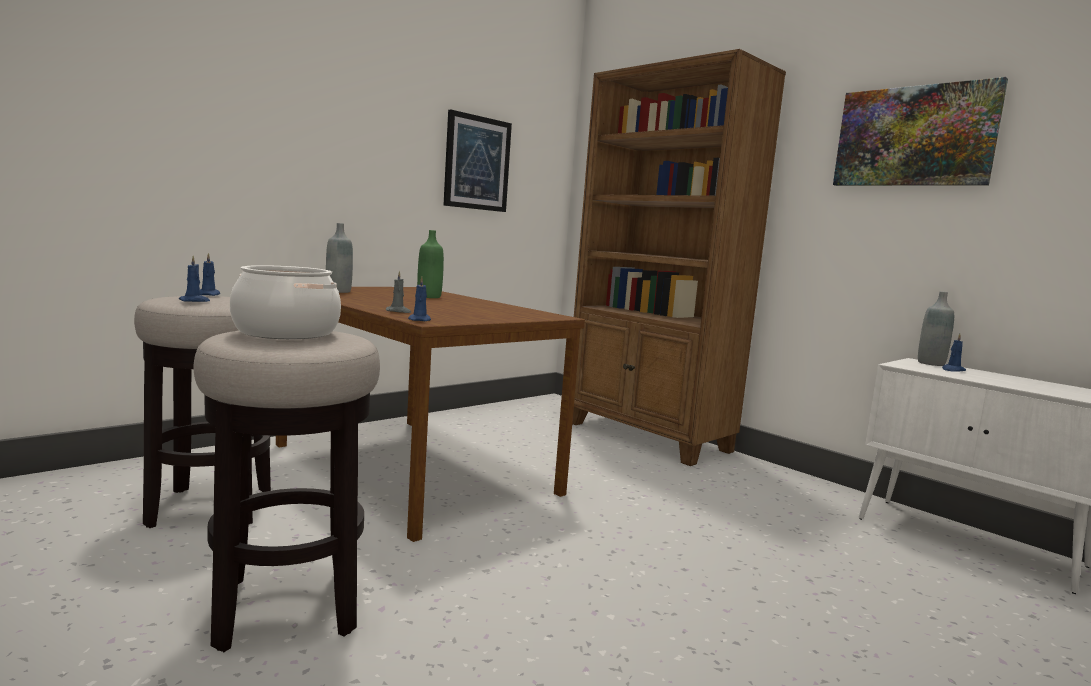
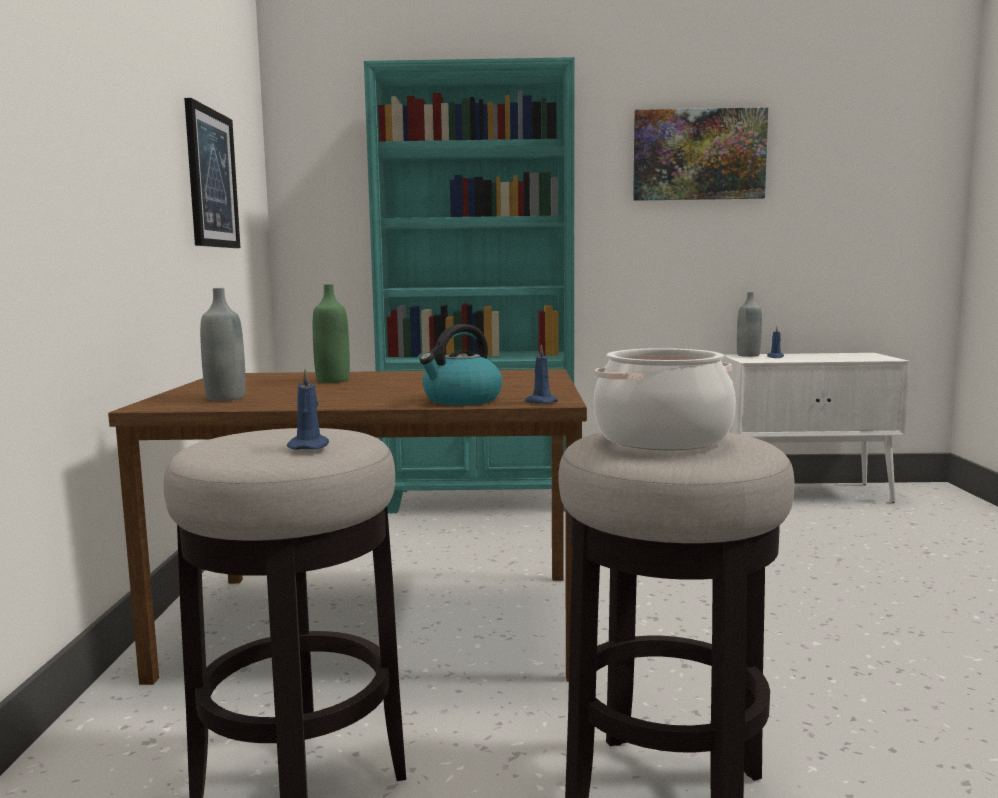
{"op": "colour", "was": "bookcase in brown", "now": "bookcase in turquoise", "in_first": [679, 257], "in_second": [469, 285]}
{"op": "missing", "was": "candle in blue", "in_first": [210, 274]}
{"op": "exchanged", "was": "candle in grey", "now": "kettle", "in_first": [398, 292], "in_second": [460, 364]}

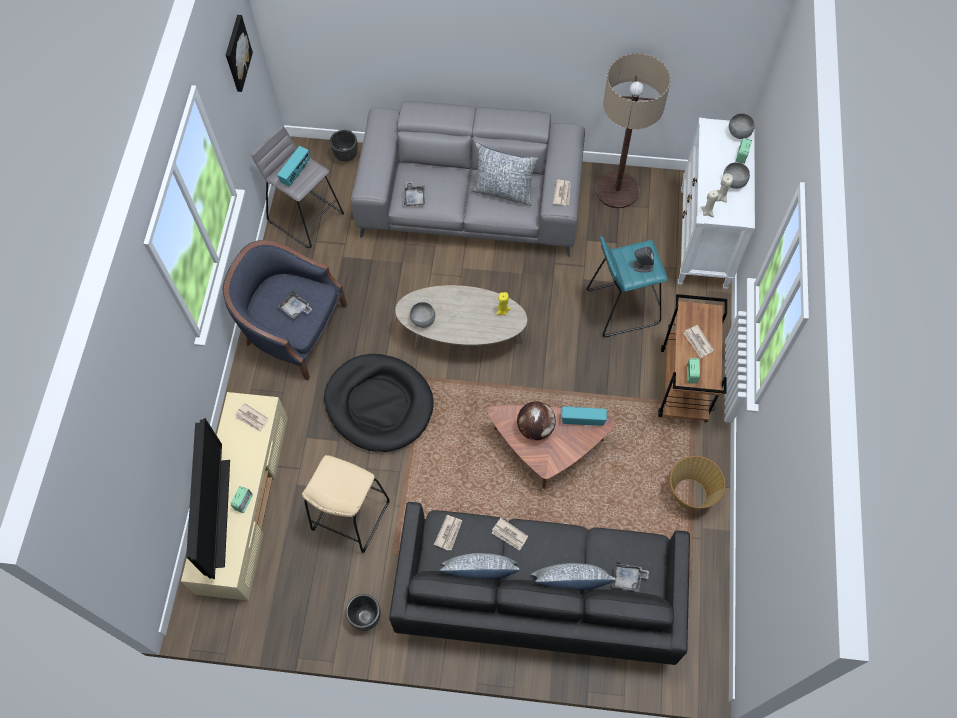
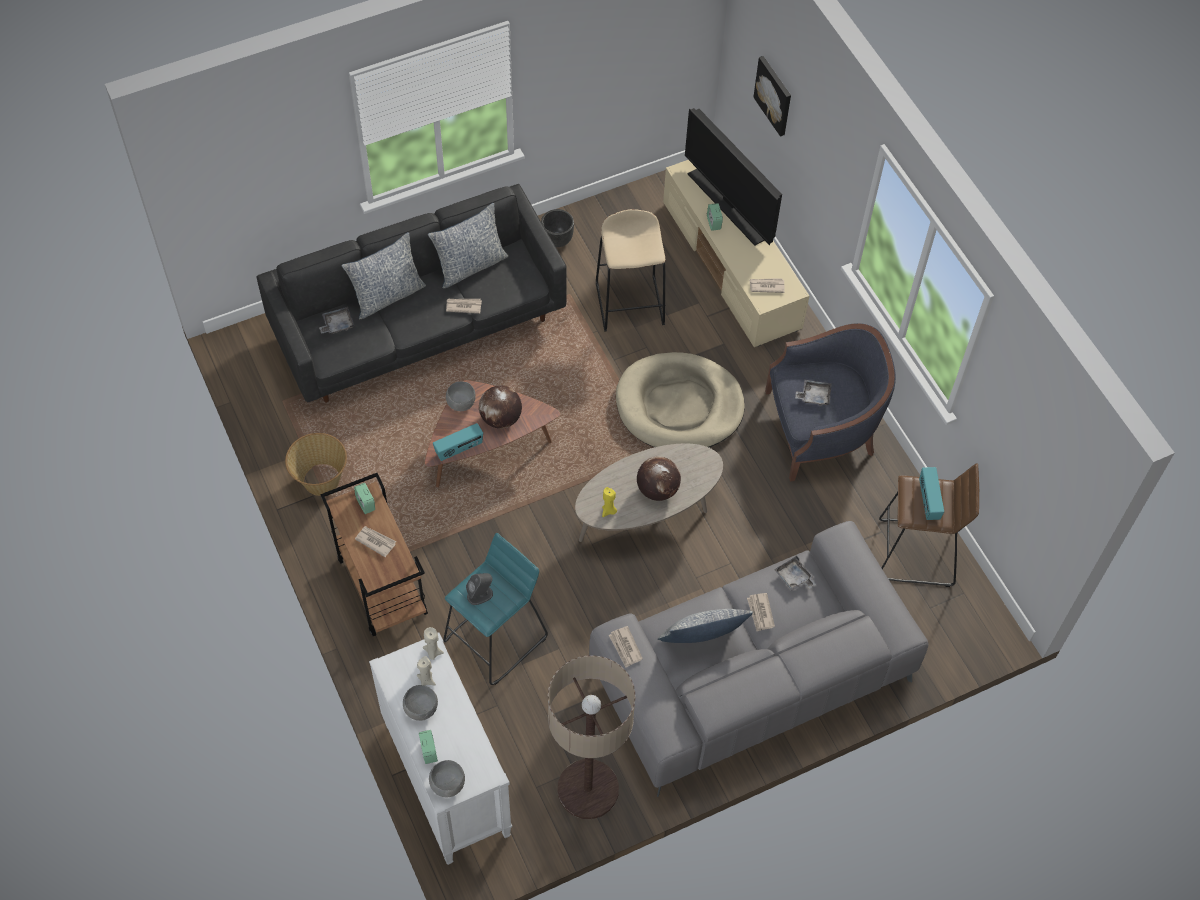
{"op": "relocated", "was": "picture", "in_first": [239, 53], "in_second": [772, 96]}
{"op": "colour", "was": "stool in grey", "now": "stool in brown", "in_first": [298, 187], "in_second": [929, 525]}
{"op": "missing", "was": "planter in black", "in_first": [344, 146]}
{"op": "relocated", "was": "bowl in grey", "in_first": [422, 315], "in_second": [461, 396]}
{"op": "colour", "was": "dog bed in black", "now": "dog bed in beige", "in_first": [379, 403], "in_second": [680, 400]}
{"op": "relocated", "was": "newspaper", "in_first": [448, 532], "in_second": [761, 612]}
{"op": "appeared", "now": "globe", "in_second": [659, 478]}

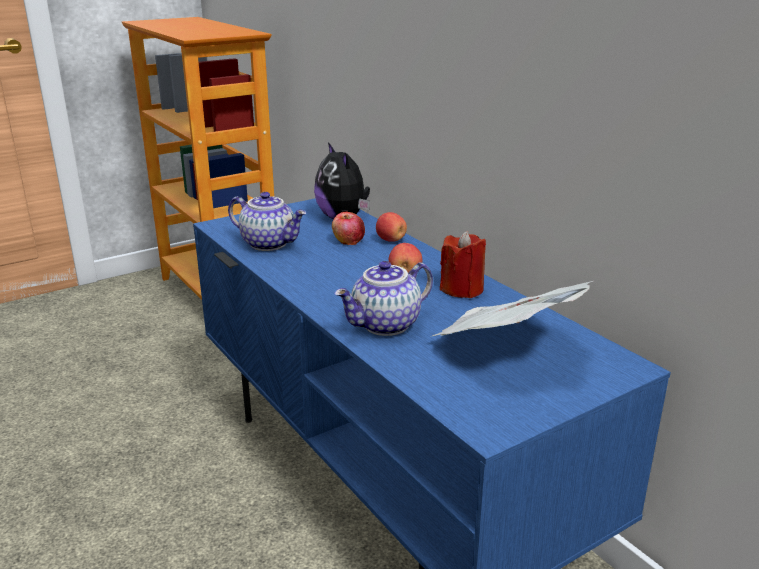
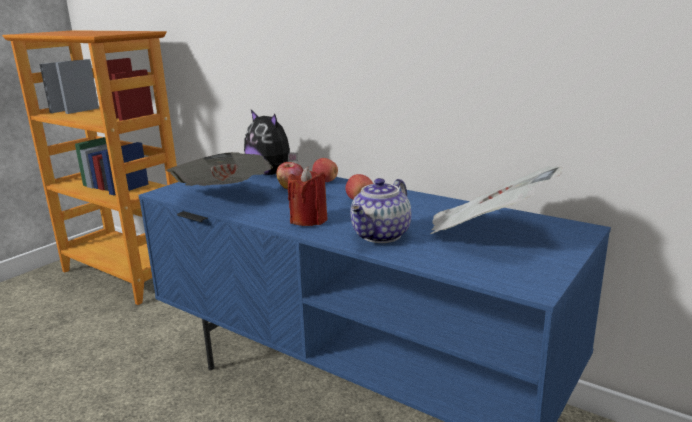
{"op": "exchanged", "was": "teapot", "now": "newspaper", "in_first": [267, 221], "in_second": [219, 169]}
{"op": "relocated", "was": "candle in red", "in_first": [463, 264], "in_second": [307, 196]}

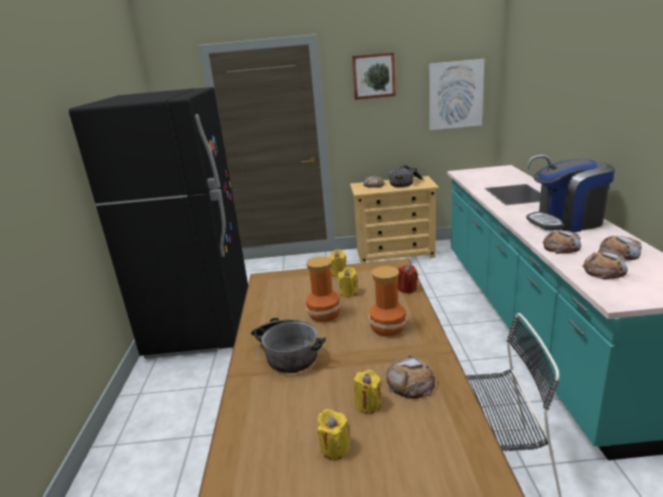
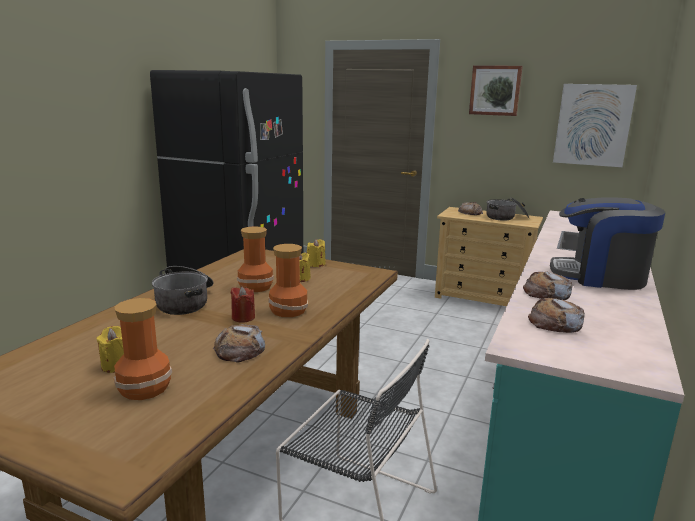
{"op": "missing", "was": "bread", "in_first": [620, 248]}
{"op": "relocated", "was": "candle in red", "in_first": [408, 279], "in_second": [243, 304]}
{"op": "missing", "was": "candle in yellow", "in_first": [367, 391]}
{"op": "appeared", "now": "vase", "in_second": [143, 349]}

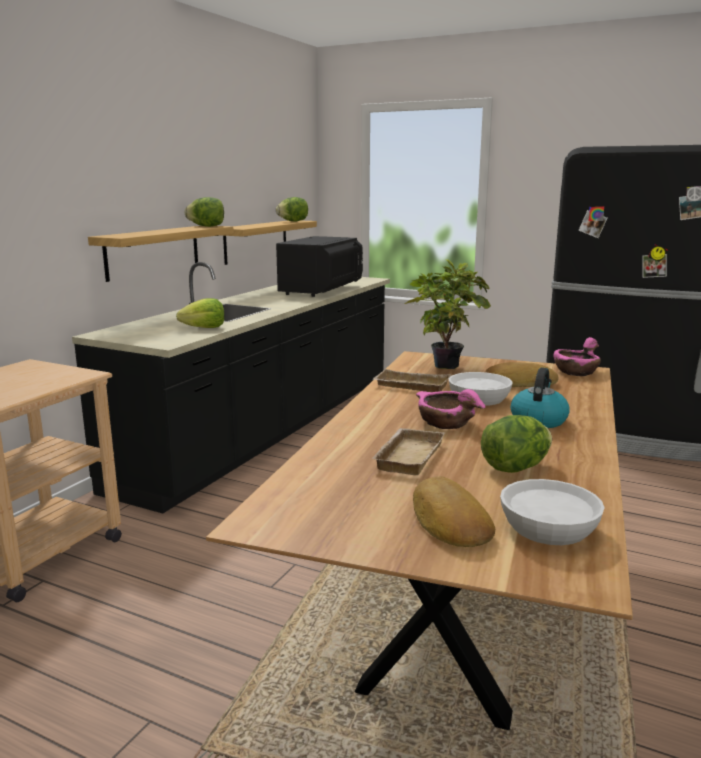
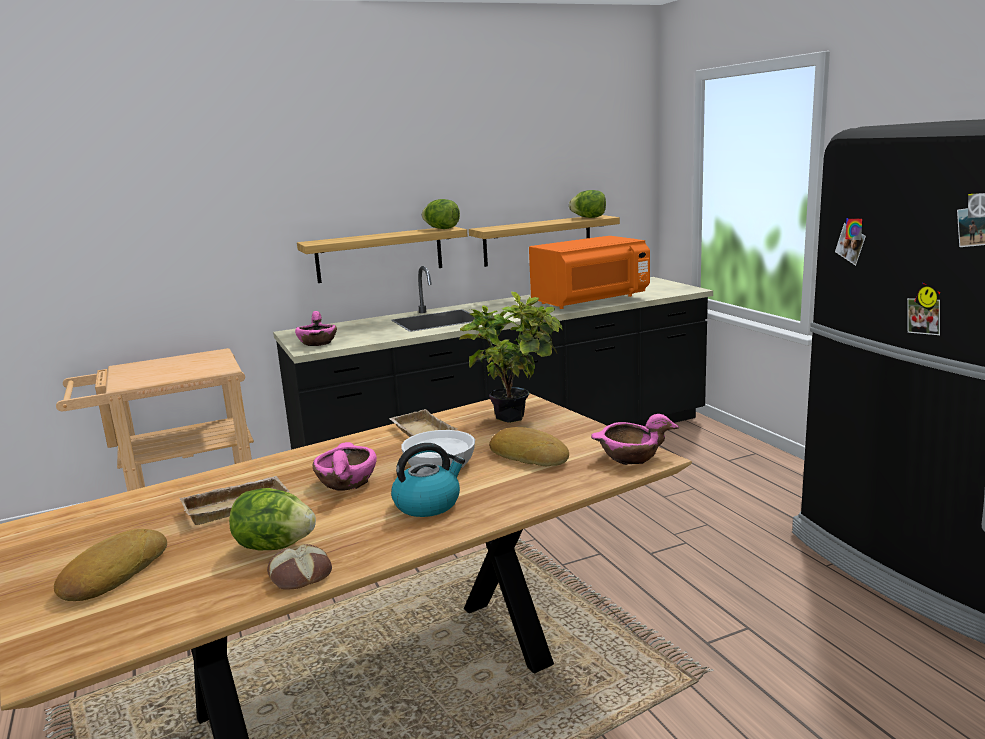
{"op": "colour", "was": "microwave in black", "now": "microwave in orange", "in_first": [319, 266], "in_second": [589, 272]}
{"op": "missing", "was": "lettuce", "in_first": [200, 313]}
{"op": "missing", "was": "bowl in white", "in_first": [552, 512]}
{"op": "appeared", "now": "bowl in pink", "in_second": [316, 328]}
{"op": "appeared", "now": "bread", "in_second": [299, 567]}

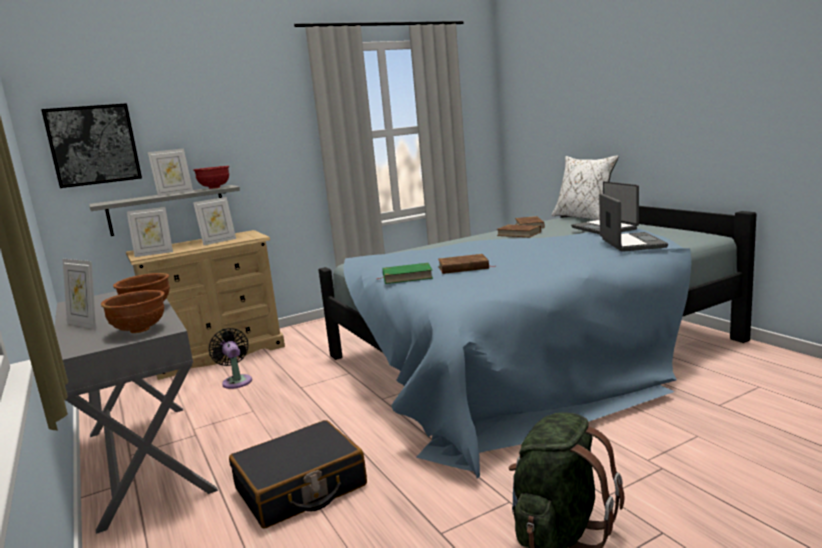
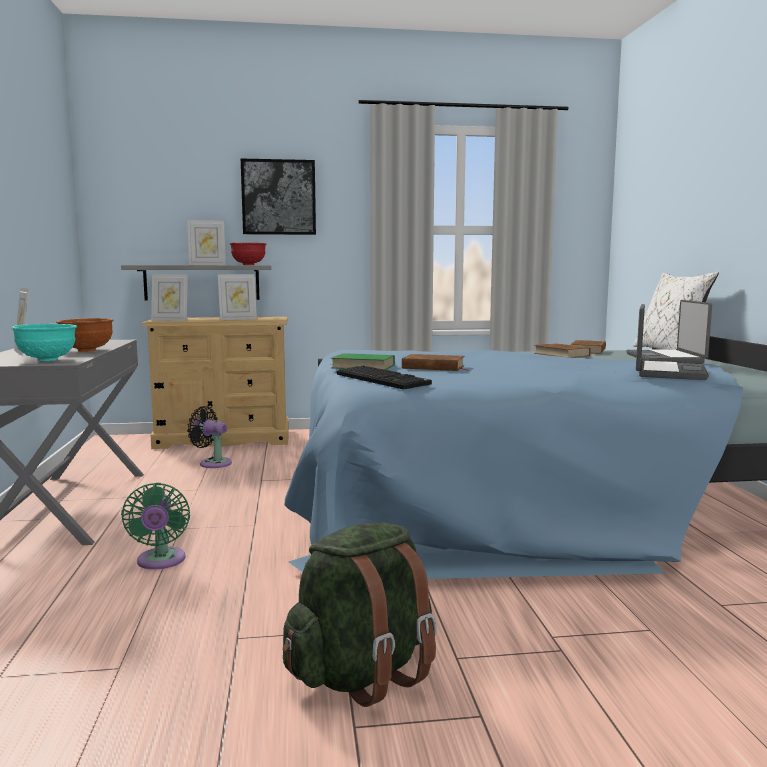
{"op": "relocated", "was": "picture", "in_first": [91, 145], "in_second": [278, 197]}
{"op": "colour", "was": "bowl in brown", "now": "bowl in turquoise", "in_first": [133, 311], "in_second": [44, 343]}
{"op": "spun", "was": "fan in black", "in_first": [230, 358], "in_second": [209, 437], "clockwise": -60}
{"op": "exchanged", "was": "suitcase in black", "now": "fan in green", "in_first": [298, 474], "in_second": [155, 526]}
{"op": "appeared", "now": "keyboard", "in_second": [384, 378]}

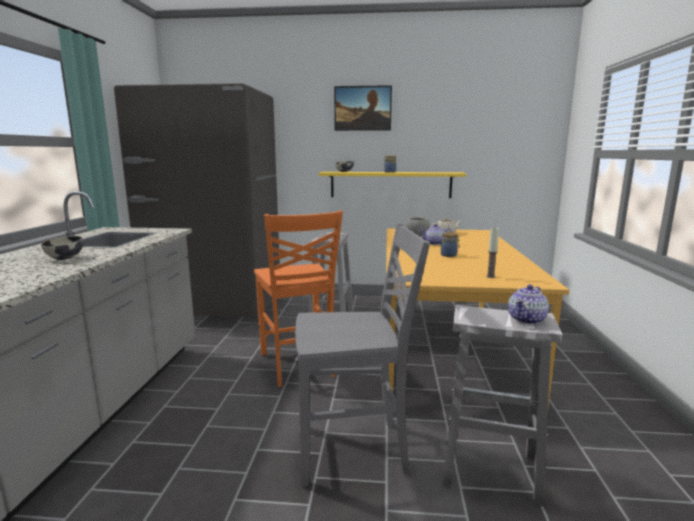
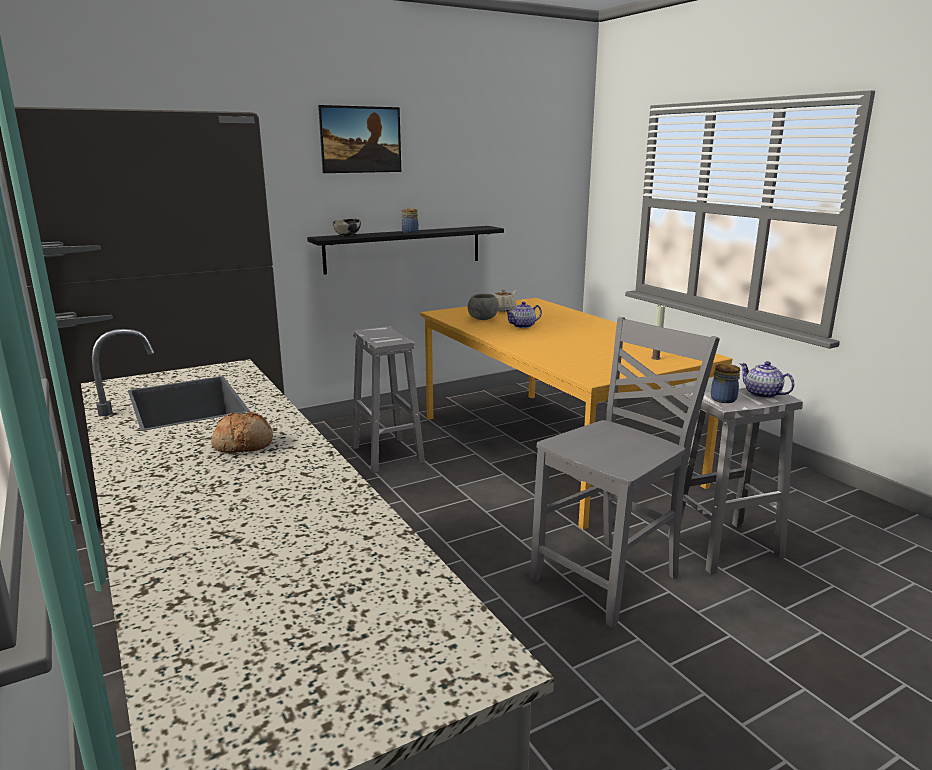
{"op": "colour", "was": "shelf in yellow", "now": "shelf in black", "in_first": [392, 185], "in_second": [405, 250]}
{"op": "missing", "was": "chair in orange", "in_first": [298, 298]}
{"op": "relocated", "was": "jar", "in_first": [450, 245], "in_second": [725, 383]}
{"op": "exchanged", "was": "bowl", "now": "bread", "in_first": [62, 248], "in_second": [242, 432]}
{"op": "spun", "was": "teapot", "in_first": [528, 305], "in_second": [767, 380], "clockwise": 135}

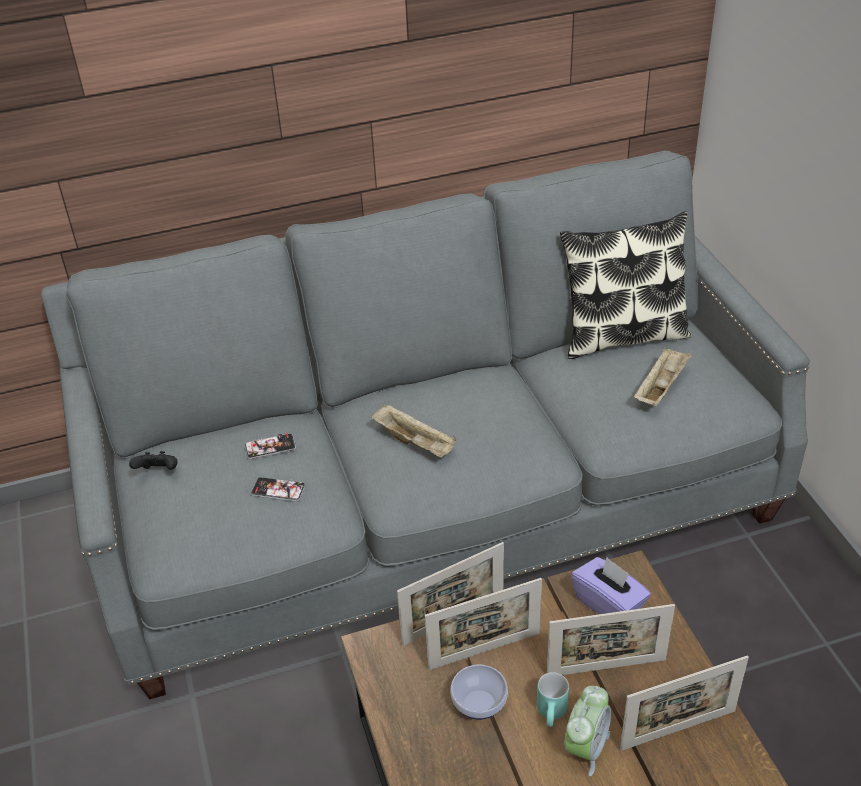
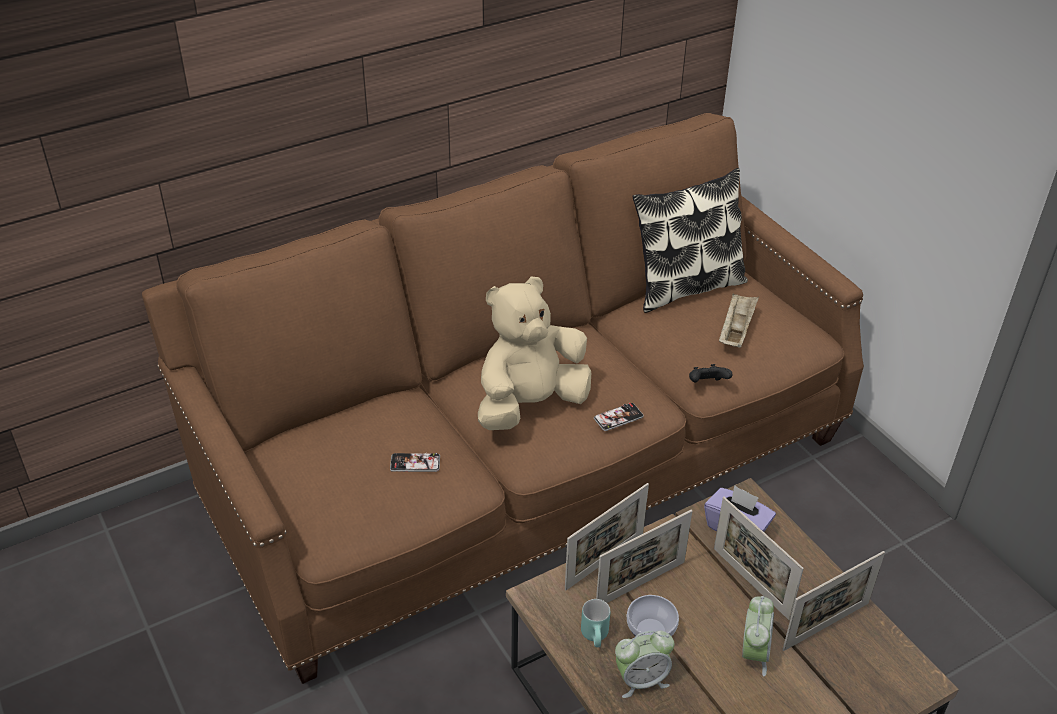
{"op": "colour", "was": "sofa in grey", "now": "sofa in brown", "in_first": [425, 425], "in_second": [503, 398]}
{"op": "exchanged", "was": "tray in beige", "now": "plush toy in beige", "in_first": [413, 431], "in_second": [534, 353]}
{"op": "relocated", "was": "phone", "in_first": [270, 446], "in_second": [619, 417]}
{"op": "relocated", "was": "game controller in black", "in_first": [153, 460], "in_second": [710, 373]}
{"op": "spun", "was": "picture frame", "in_first": [611, 639], "in_second": [759, 558], "clockwise": 75}
{"op": "relocated", "was": "mug in turquoise", "in_first": [553, 699], "in_second": [595, 623]}
{"op": "appeared", "now": "alarm clock", "in_second": [644, 664]}

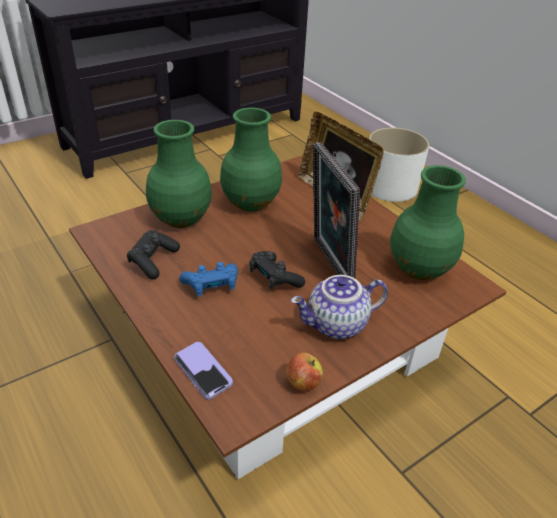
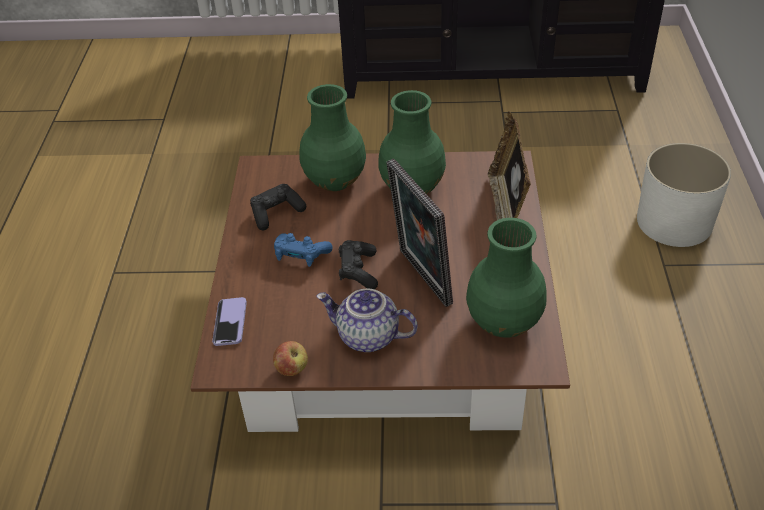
{"op": "spun", "was": "picture frame", "in_first": [336, 210], "in_second": [419, 232], "clockwise": -45}

